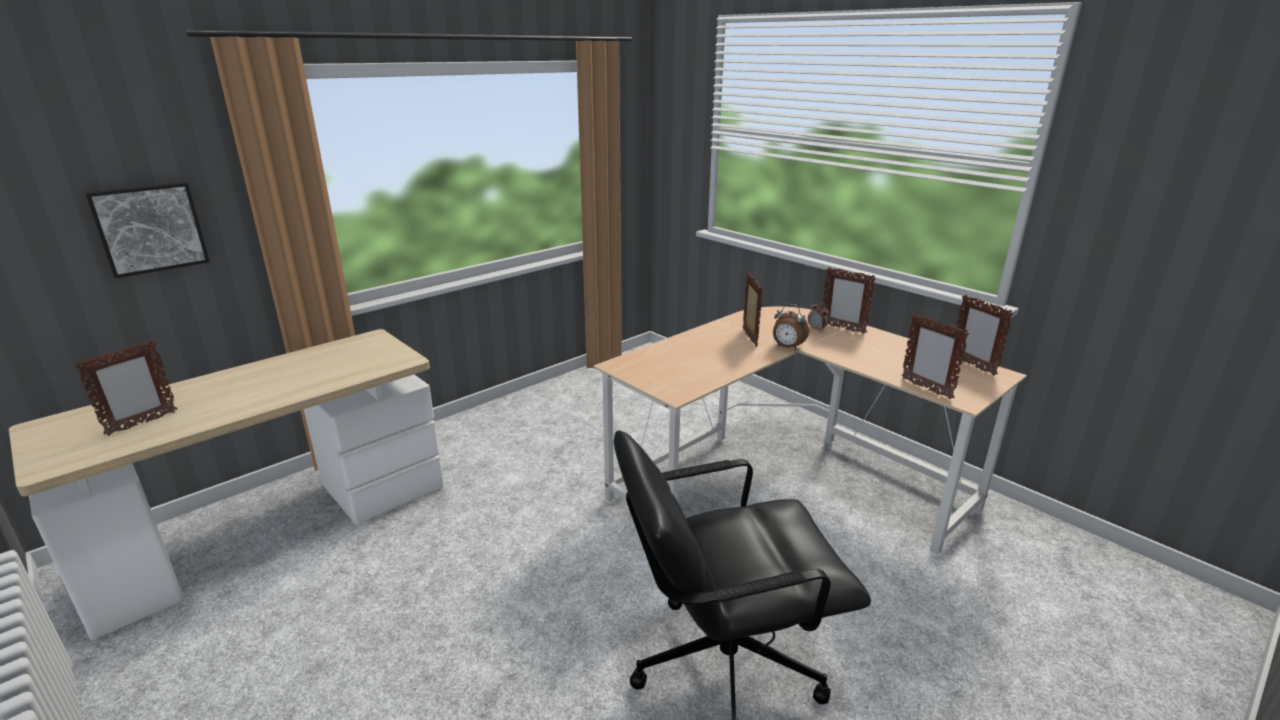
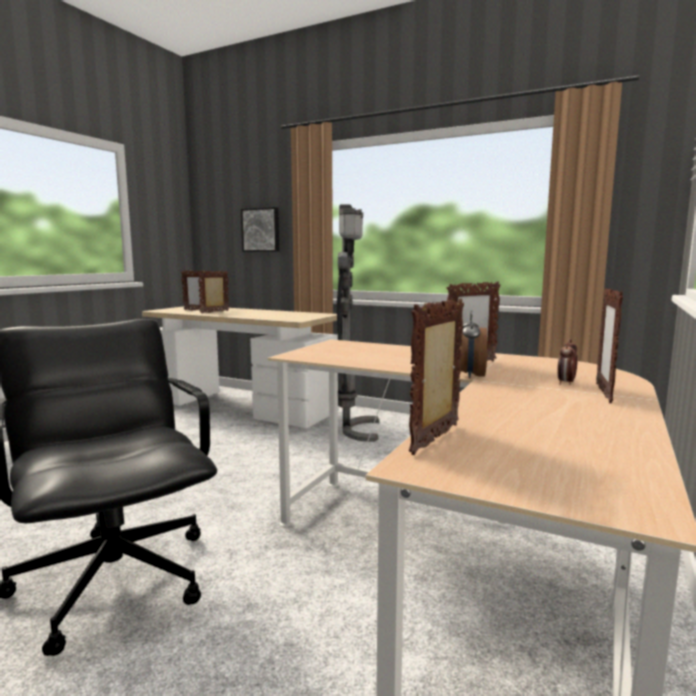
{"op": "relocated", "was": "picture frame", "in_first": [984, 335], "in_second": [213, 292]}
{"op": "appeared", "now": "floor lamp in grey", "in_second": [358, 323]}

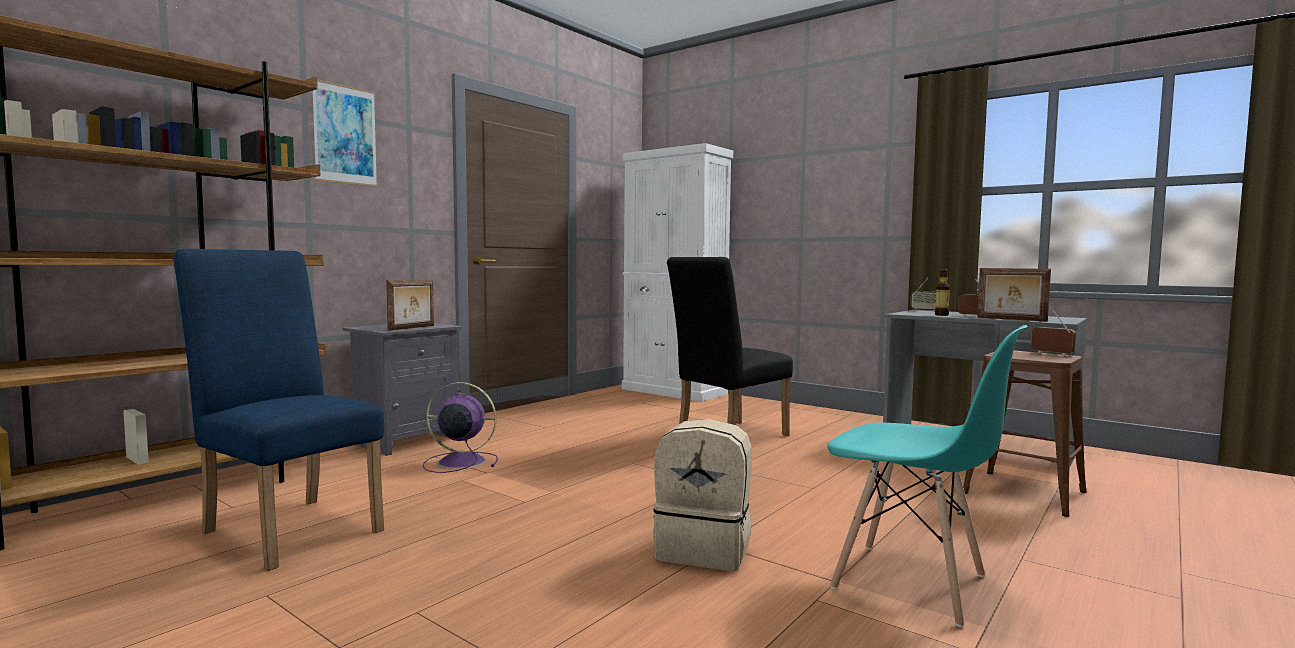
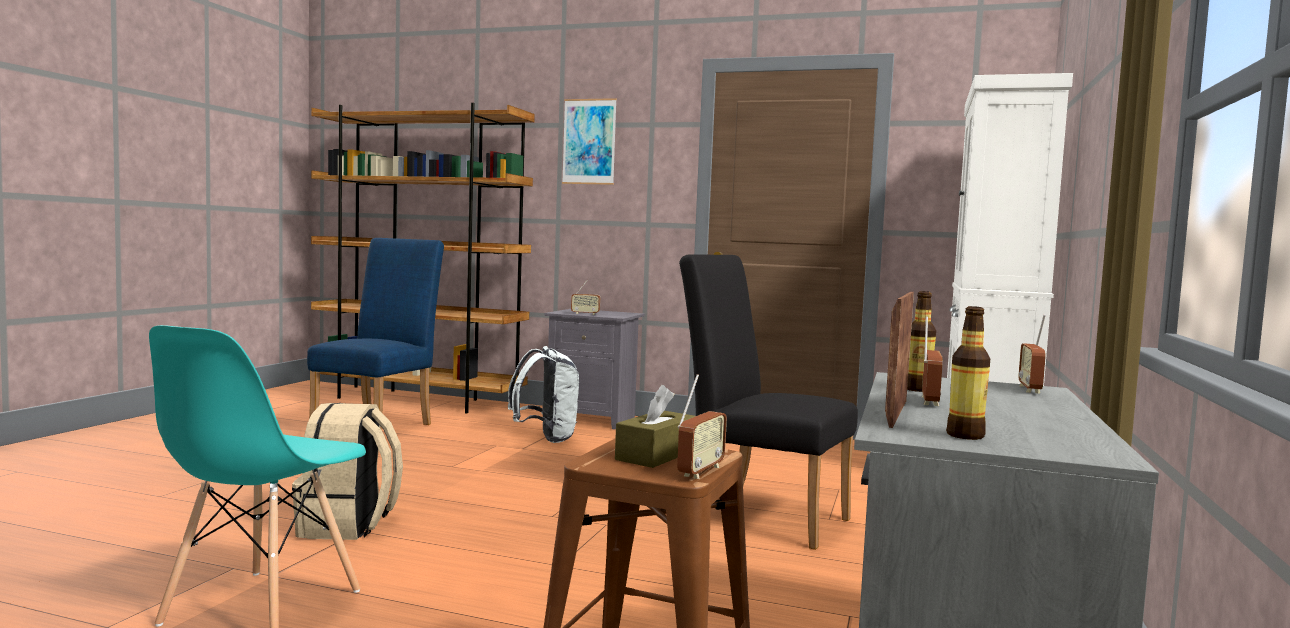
{"op": "exchanged", "was": "picture frame", "now": "radio", "in_first": [410, 305], "in_second": [585, 297]}
{"op": "exchanged", "was": "fan in purple", "now": "backpack in white", "in_first": [460, 427], "in_second": [543, 394]}
{"op": "appeared", "now": "bottle", "in_second": [968, 373]}
{"op": "appeared", "now": "tissue box in brown", "in_second": [655, 426]}

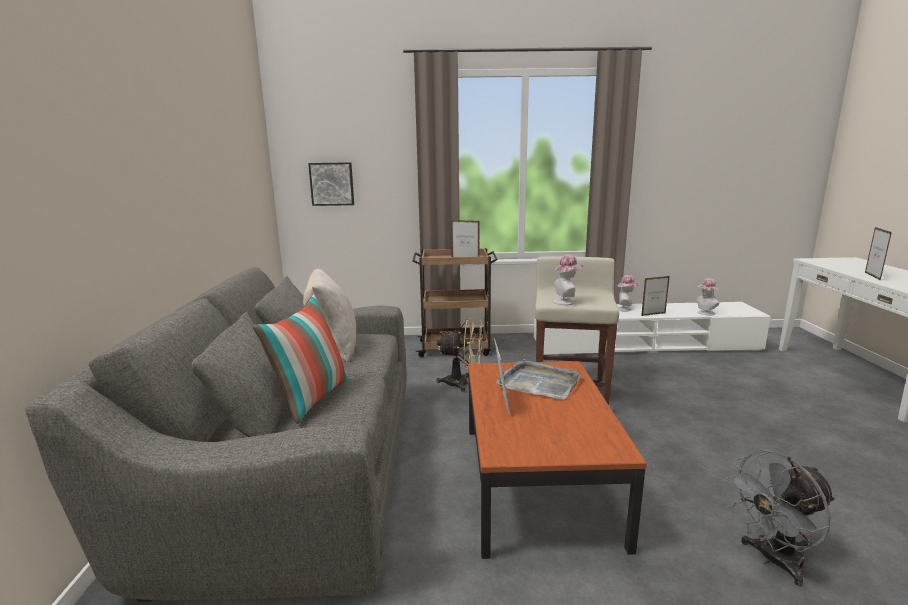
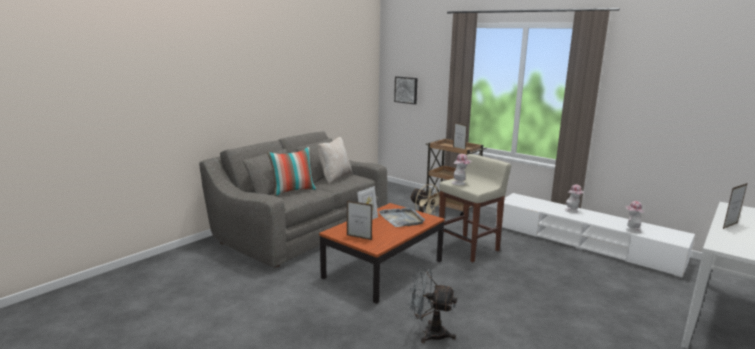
{"op": "relocated", "was": "picture frame", "in_first": [655, 296], "in_second": [359, 220]}

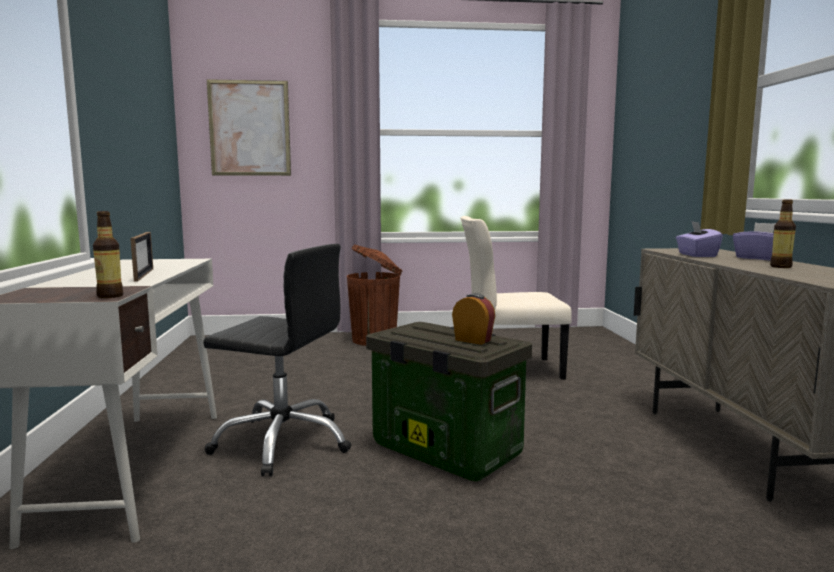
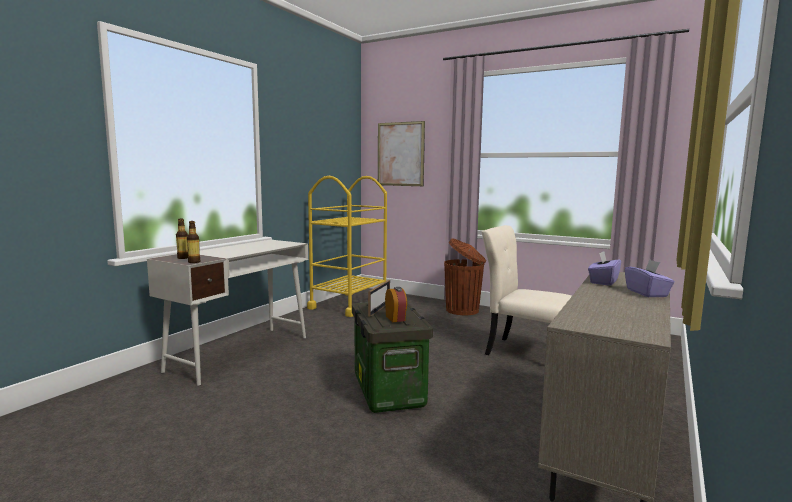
{"op": "relocated", "was": "bottle", "in_first": [783, 233], "in_second": [182, 239]}
{"op": "relocated", "was": "picture frame", "in_first": [141, 257], "in_second": [379, 298]}
{"op": "missing", "was": "office chair in black", "in_first": [277, 360]}
{"op": "appeared", "now": "cart in yellow", "in_second": [347, 246]}

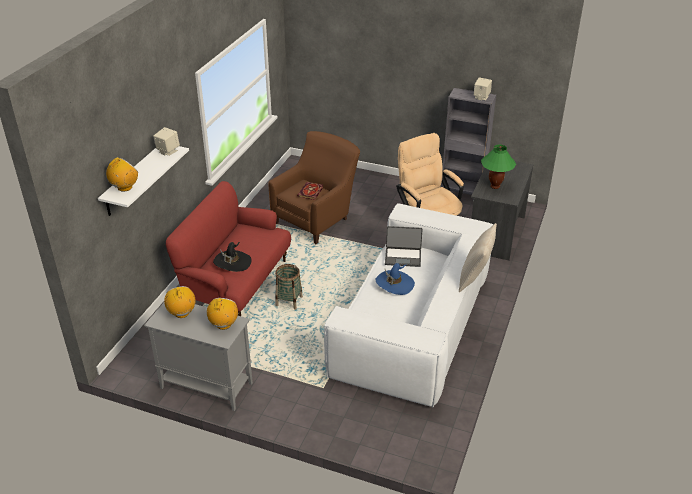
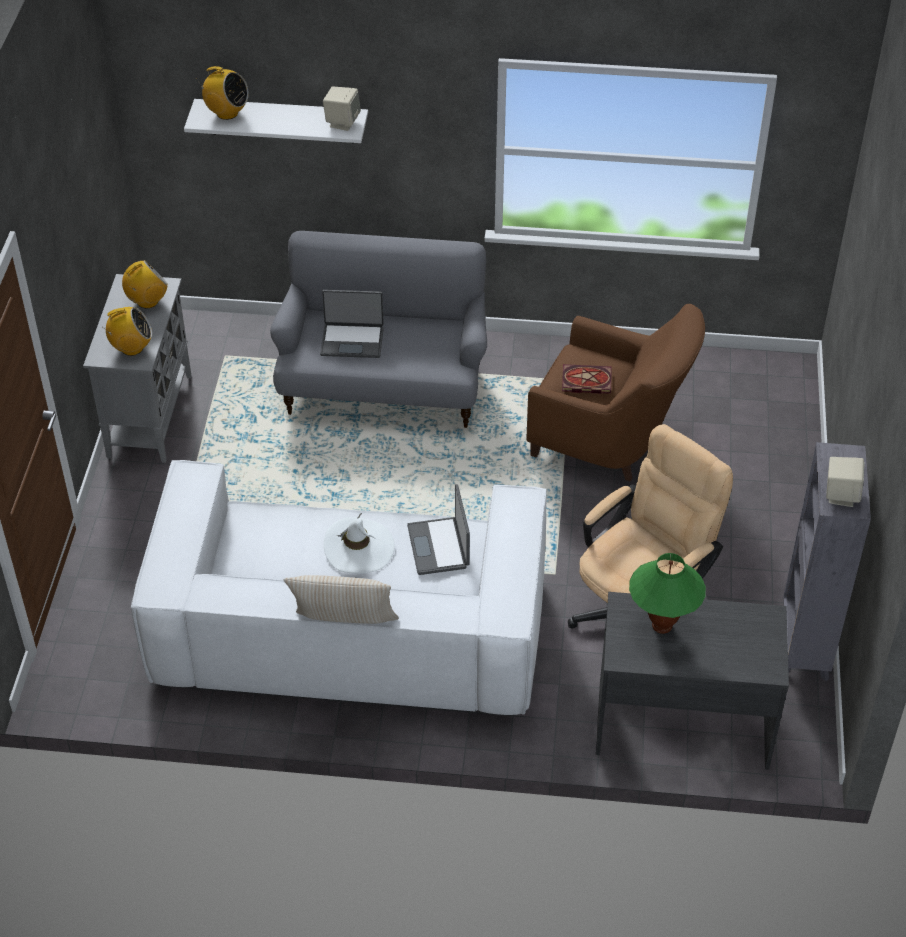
{"op": "colour", "was": "sofa in red", "now": "sofa in grey", "in_first": [228, 248], "in_second": [378, 329]}
{"op": "exchanged", "was": "hat in black", "now": "laptop", "in_first": [232, 257], "in_second": [352, 324]}
{"op": "colour", "was": "hat in blue", "now": "hat in white", "in_first": [395, 279], "in_second": [359, 543]}
{"op": "missing", "was": "basket", "in_first": [289, 287]}

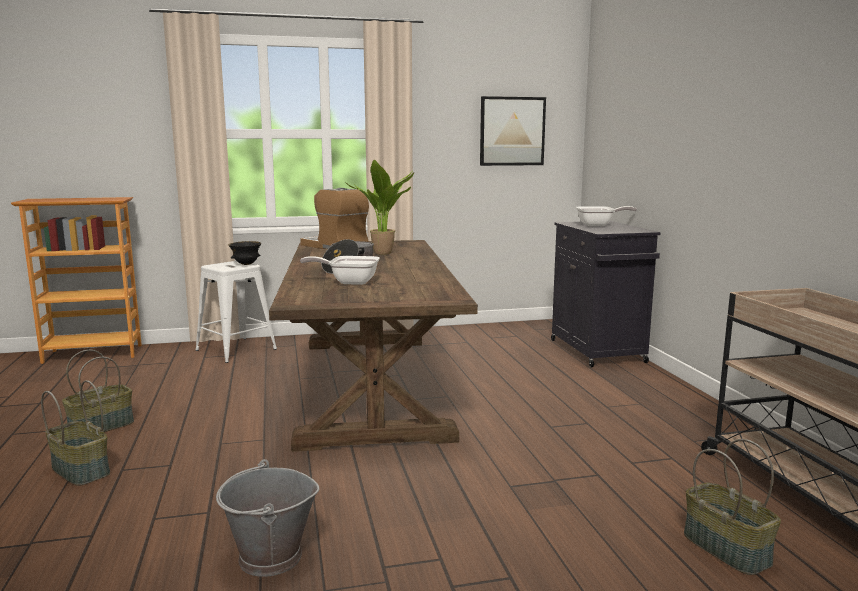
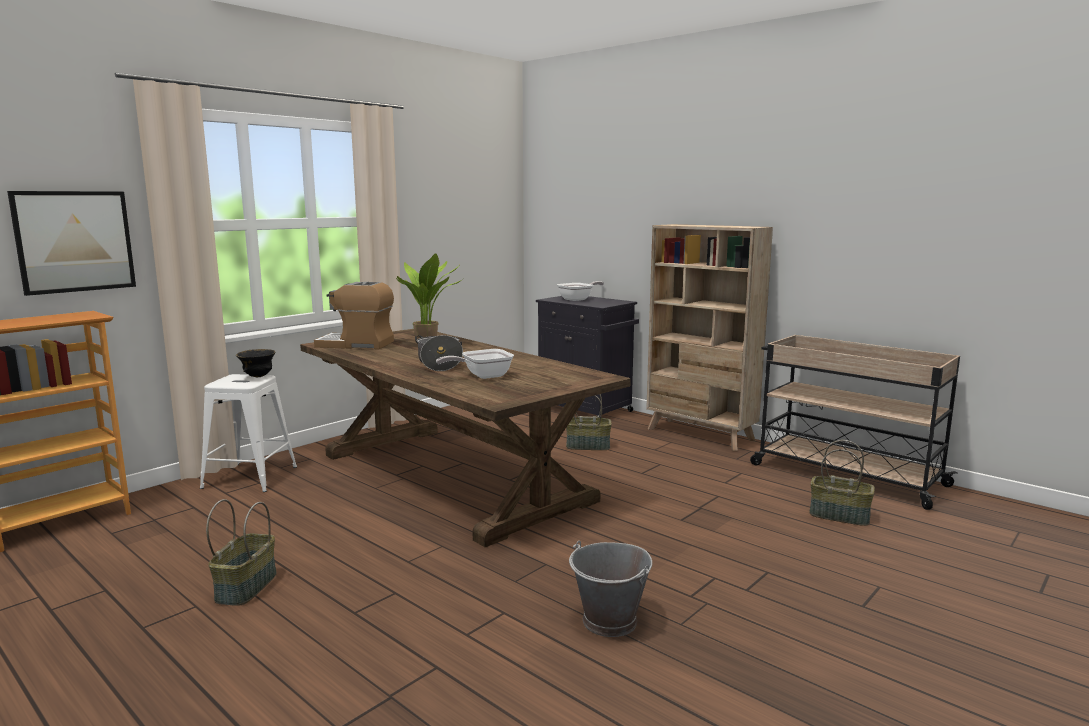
{"op": "relocated", "was": "picture", "in_first": [513, 131], "in_second": [71, 243]}
{"op": "relocated", "was": "basket", "in_first": [75, 433], "in_second": [589, 422]}
{"op": "appeared", "now": "bookcase in beige", "in_second": [709, 337]}

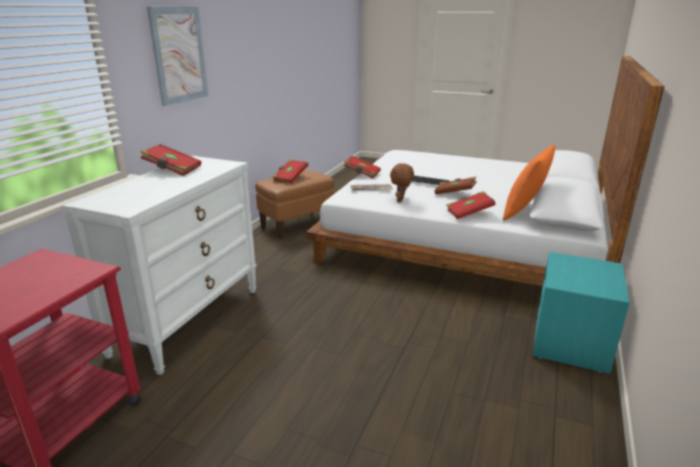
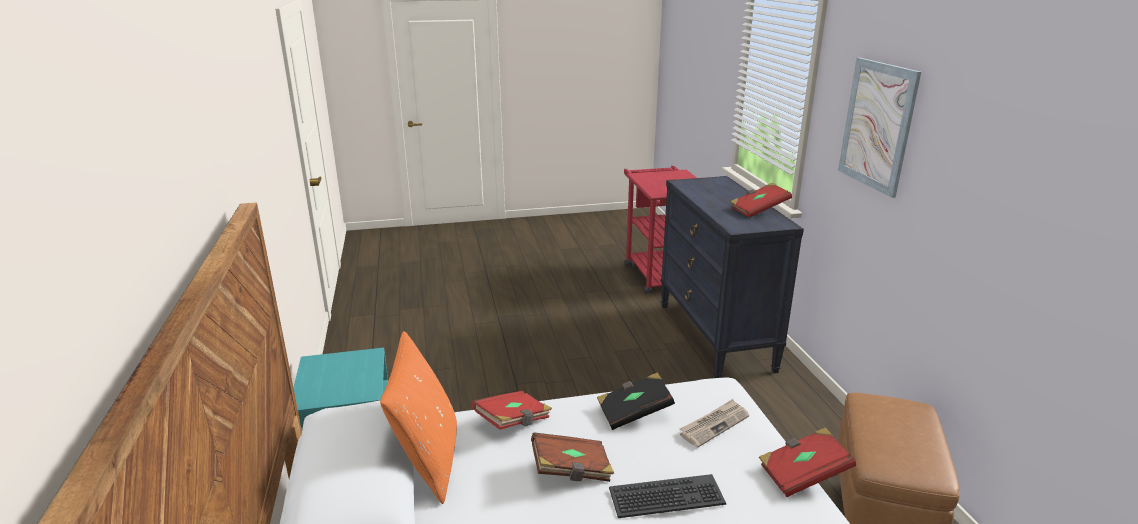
{"op": "colour", "was": "dresser in white", "now": "dresser in black", "in_first": [159, 265], "in_second": [732, 277]}
{"op": "missing", "was": "book in red", "in_first": [290, 171]}
{"op": "exchanged", "was": "plush toy in brown", "now": "book in black", "in_first": [402, 182], "in_second": [636, 401]}

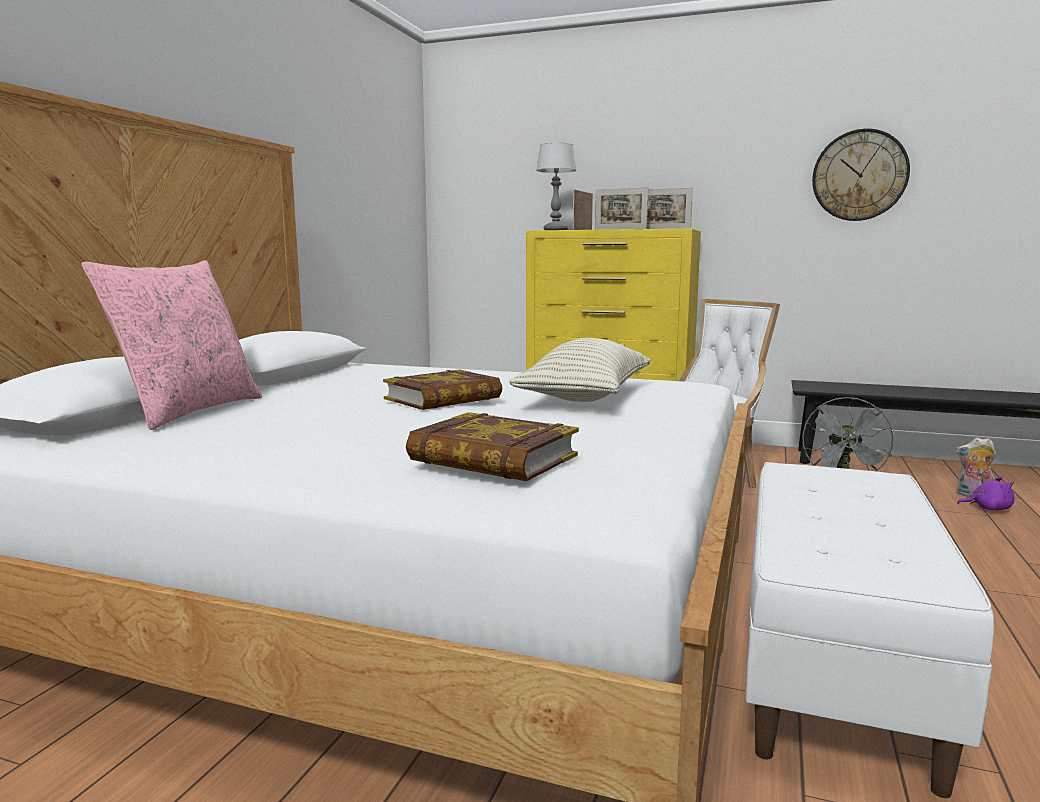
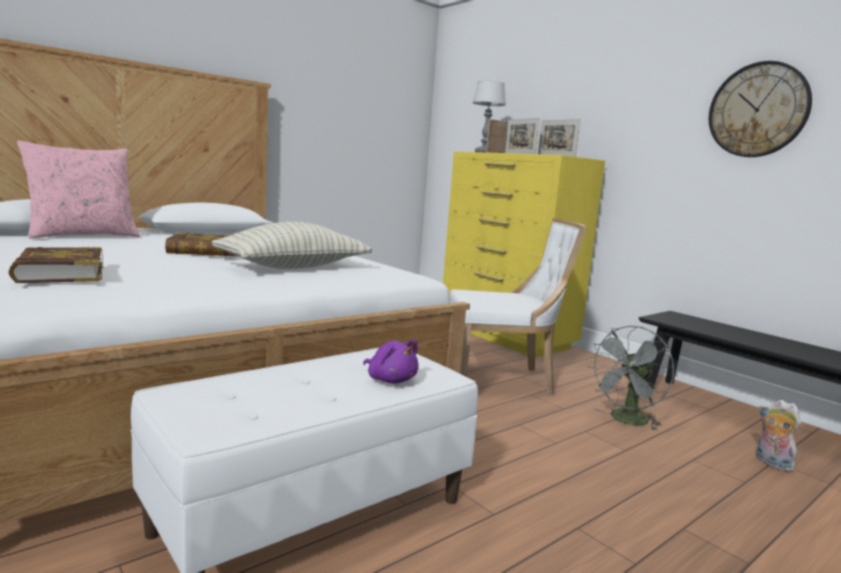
{"op": "relocated", "was": "plush toy in purple", "in_first": [986, 493], "in_second": [391, 361]}

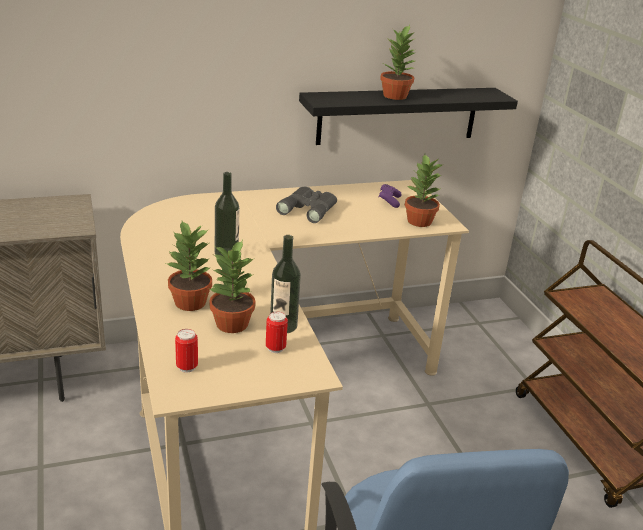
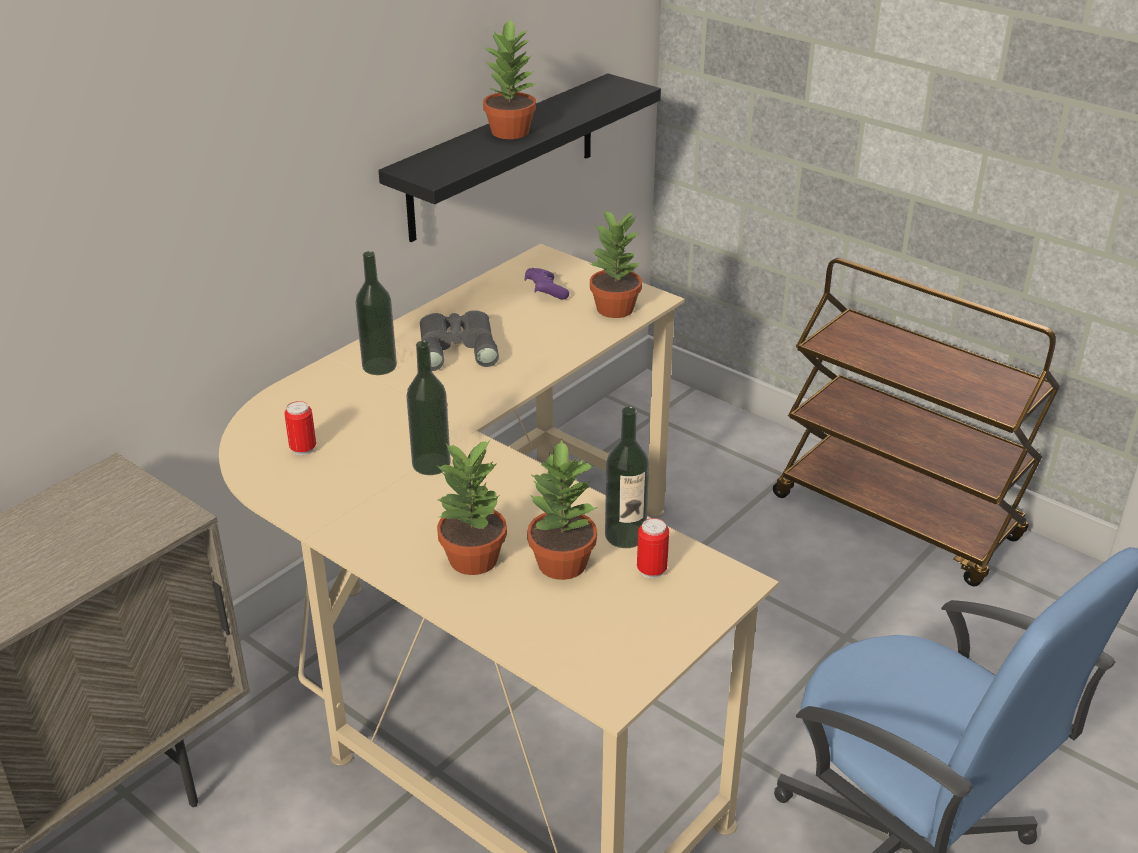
{"op": "relocated", "was": "can", "in_first": [186, 351], "in_second": [300, 428]}
{"op": "appeared", "now": "bottle", "in_second": [376, 313]}

